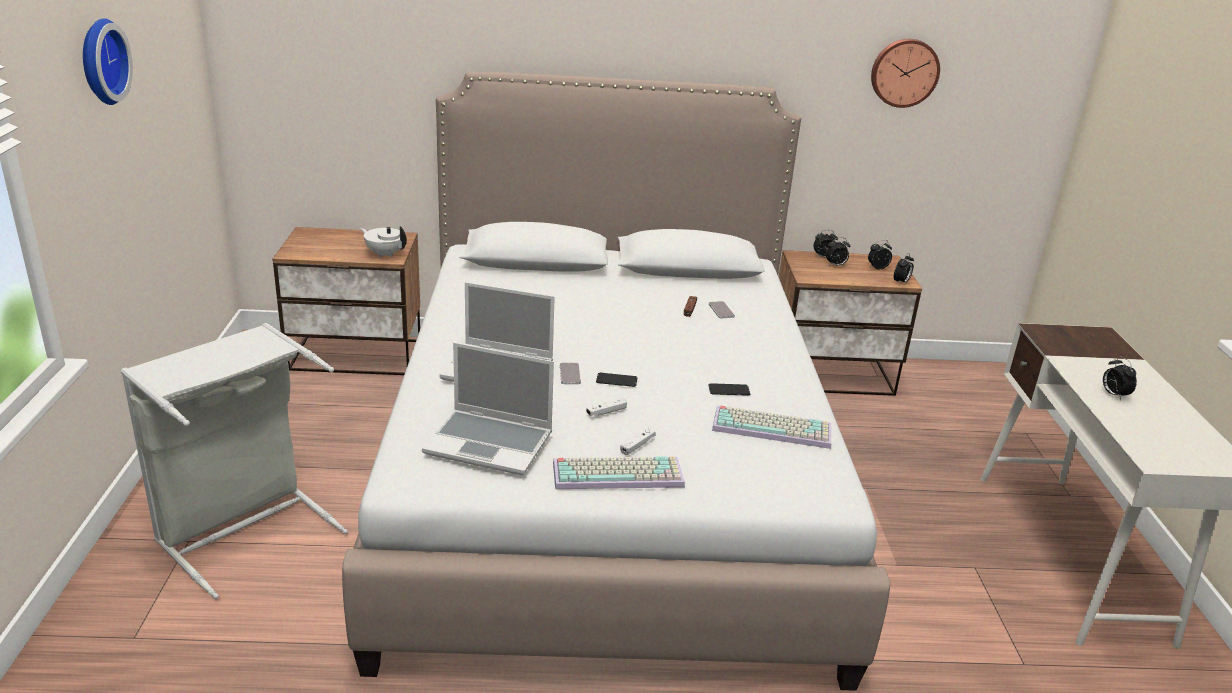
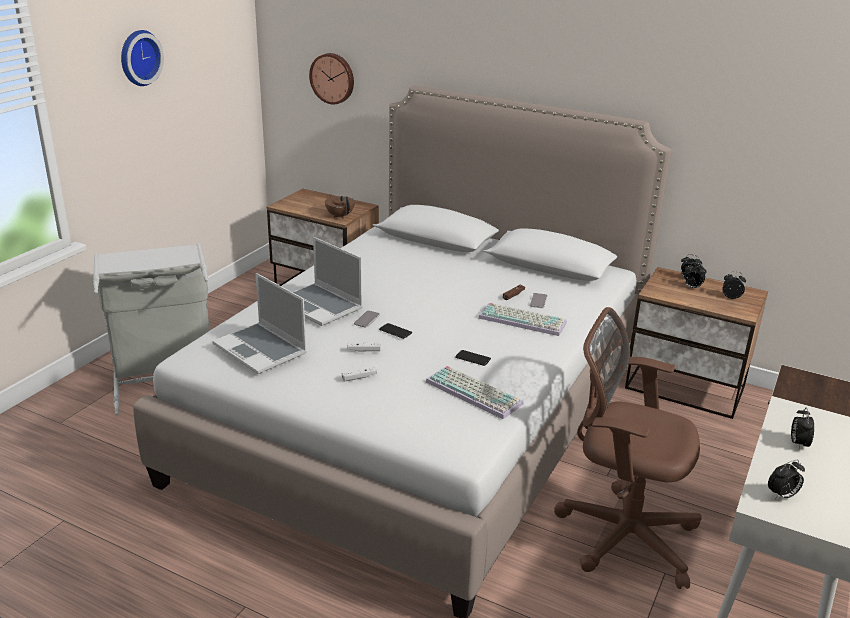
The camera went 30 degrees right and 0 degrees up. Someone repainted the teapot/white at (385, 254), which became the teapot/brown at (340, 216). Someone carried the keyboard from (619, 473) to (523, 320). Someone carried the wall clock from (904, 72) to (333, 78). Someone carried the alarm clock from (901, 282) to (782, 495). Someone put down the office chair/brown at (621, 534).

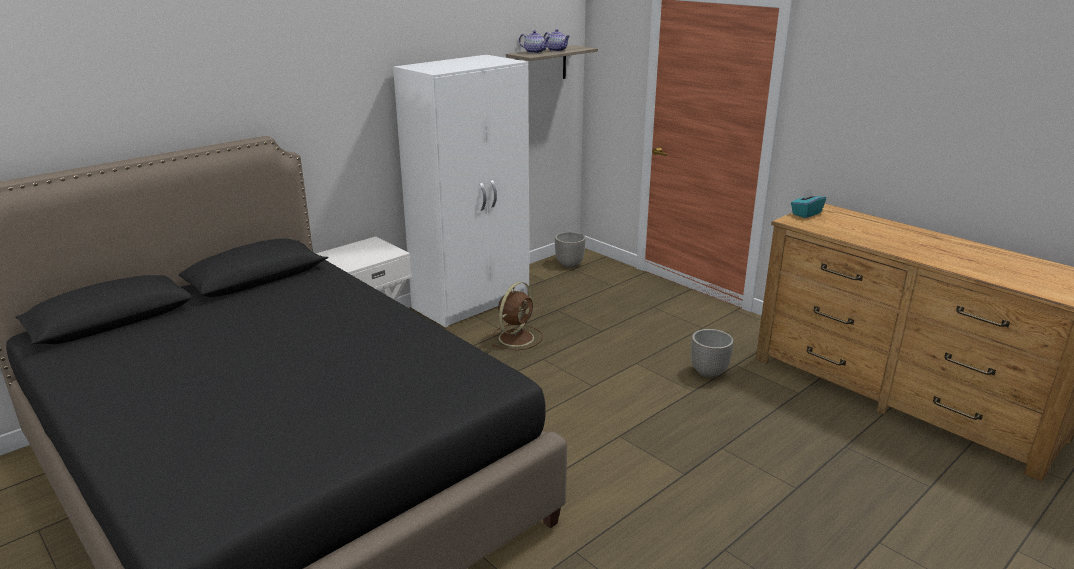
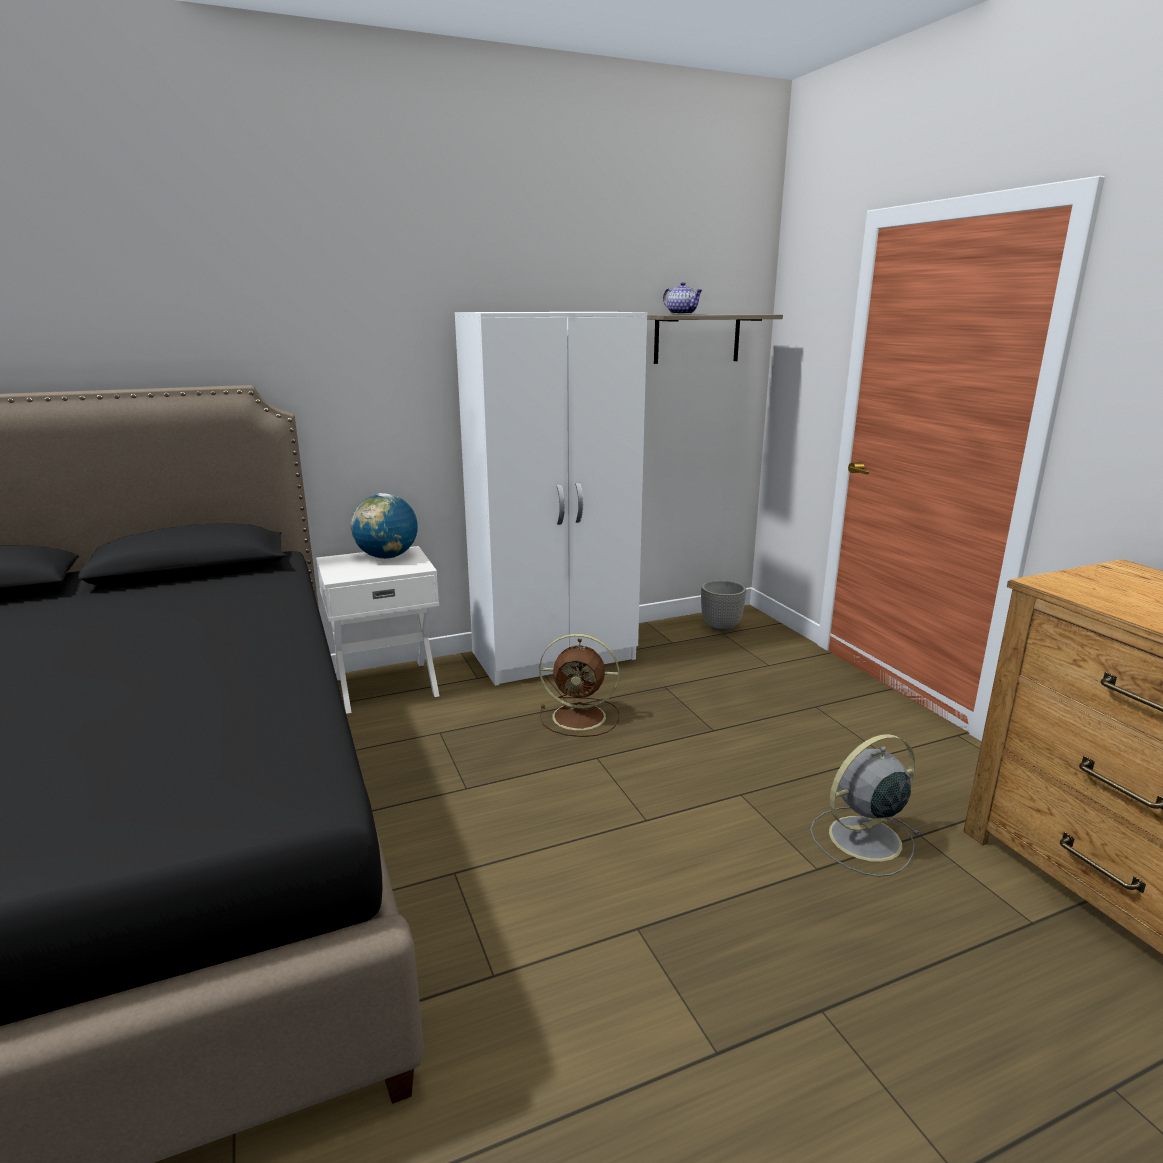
The camera went 20 degrees right and 5 degrees down. Someone rotated the fan/brown at (517, 337) by 45 degrees clockwise. Someone took away the teapot at (557, 50). Someone swapped the planter at (708, 372) for the fan/grey at (862, 839). Someone took away the tissue box/turquoise at (806, 213). Someone put down the globe at (387, 557).

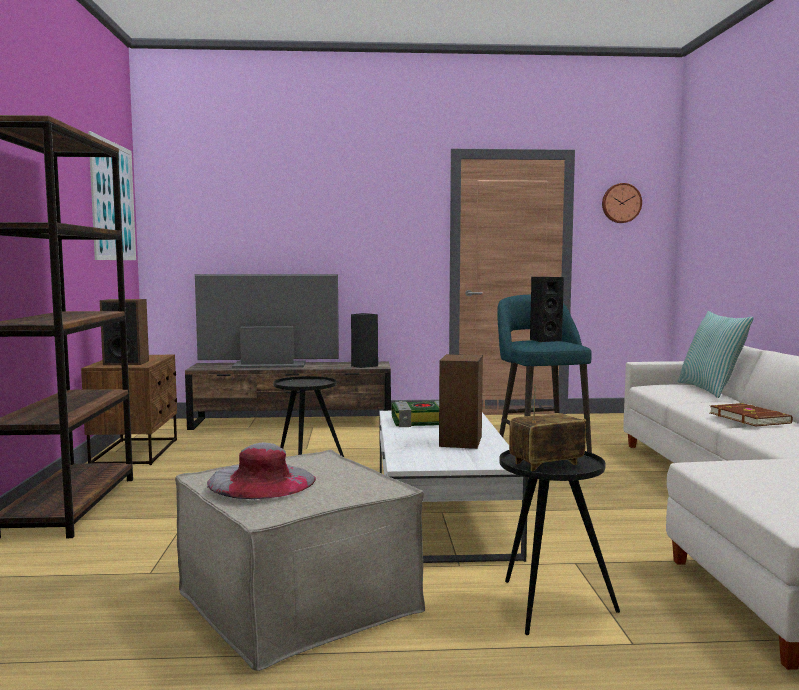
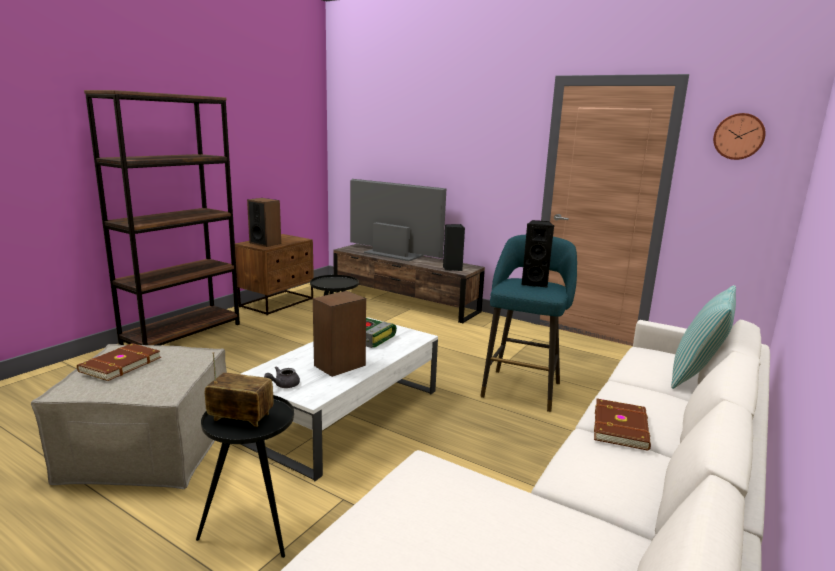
The camera went 35 degrees right and 10 degrees up. Someone took away the picture at (113, 201). Someone swapped the hat/grey at (262, 481) for the book/brown at (119, 364). Someone put down the teapot/grey at (283, 385).

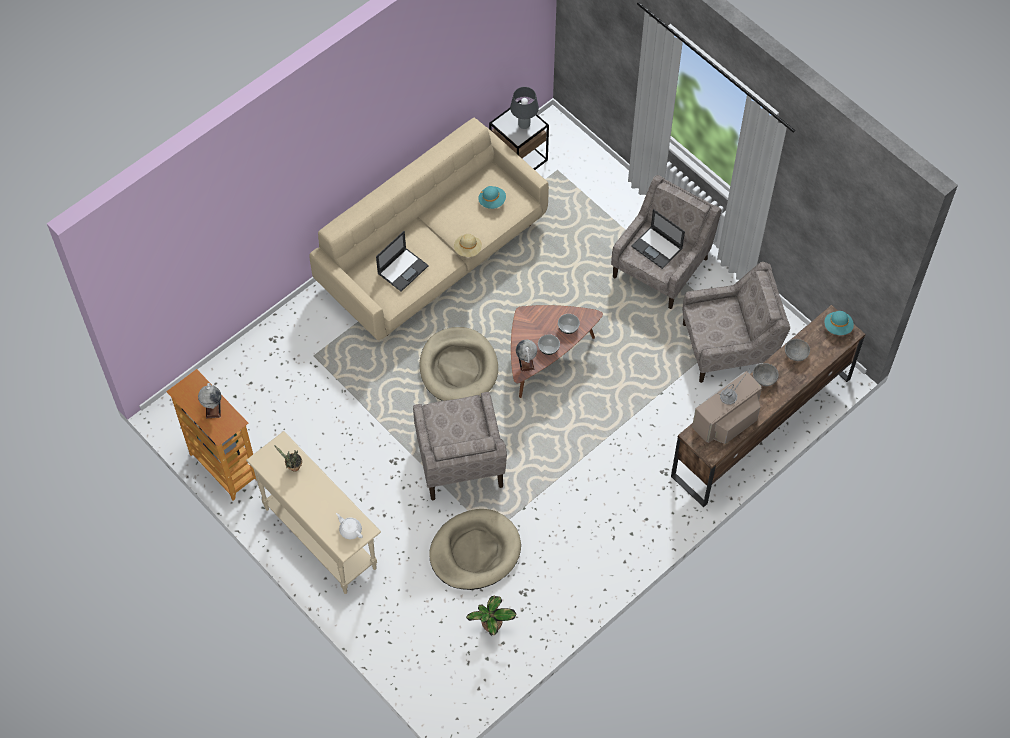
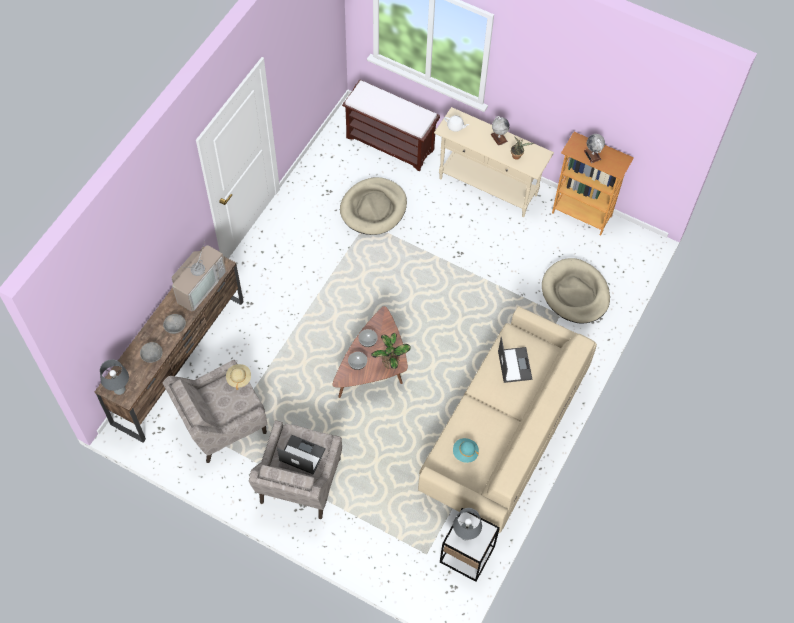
The camera went 160 degrees right and 0 degrees up. Someone rotated the laptop at (403, 269) by 150 degrees clockwise. Someone took away the armchair/beige at (459, 462). Someone carried the dog bed/beige from (458, 368) to (575, 293). Someone carried the hat/beige from (468, 249) to (239, 378). Someone carried the potted plant from (491, 626) to (390, 362). Someone carried the globe from (526, 362) to (498, 138). Someone swapped the hat/turquoise at (838, 327) for the table lamp/grey at (119, 390). Someone put down the bench/brown at (391, 143).

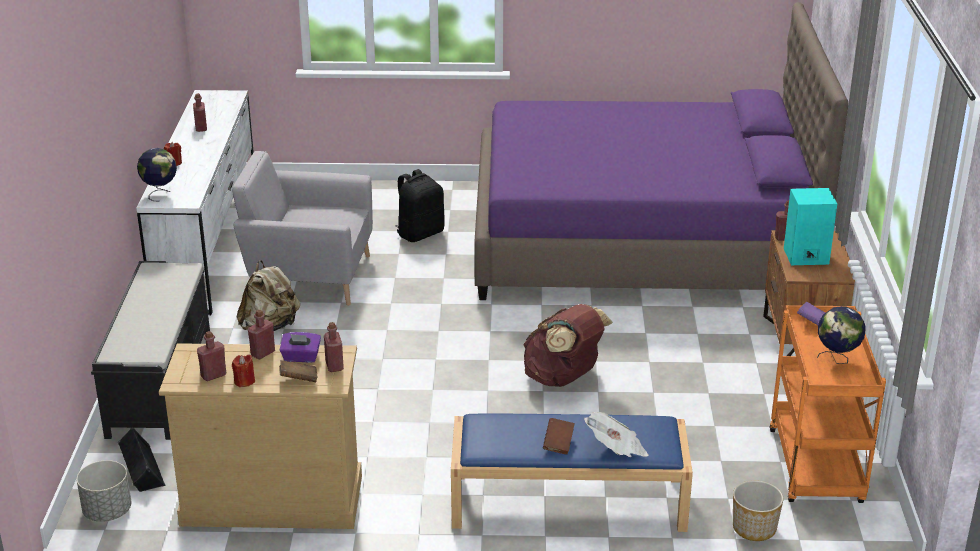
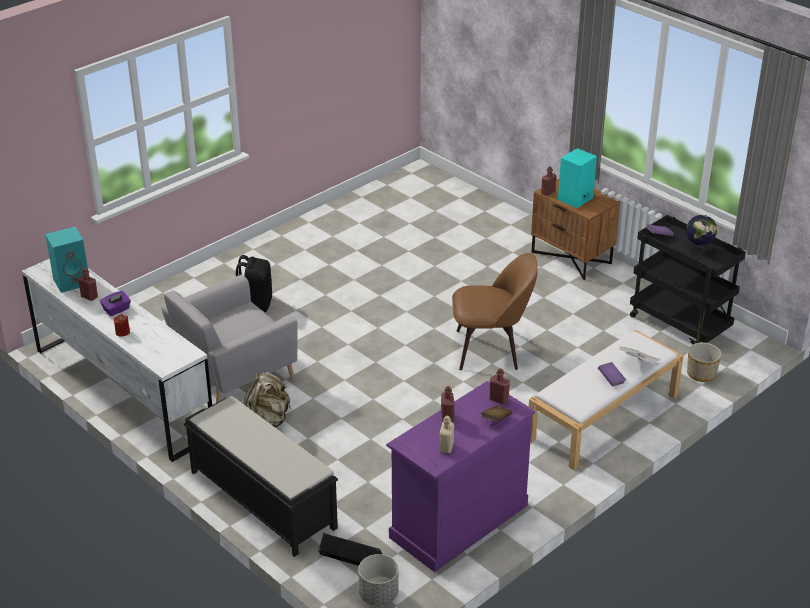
The camera went 45 degrees left and 5 degrees up. Someone took away the globe at (160, 193). Someone repainted the dresser/beige at (272, 500), which became the dresser/purple at (458, 521). Someone repainted the bottle/red at (213, 375), which became the bottle/beige at (446, 447). Someone took away the candle/red at (244, 381). Someone carried the tissue box/purple from (301, 357) to (117, 310). Someone repainted the bench/blue at (566, 502), which became the bench/white at (603, 418). Someone took away the bed/purple at (641, 241). Someone swapped the backpack/brown at (563, 378) for the chair/brown at (490, 349). Someone repainted the book/brown at (558, 444), which became the book/purple at (611, 379). Someone repainted the cart/orange at (817, 468), which became the cart/black at (680, 324). Someone put down the speaker/turquoise at (72, 281).

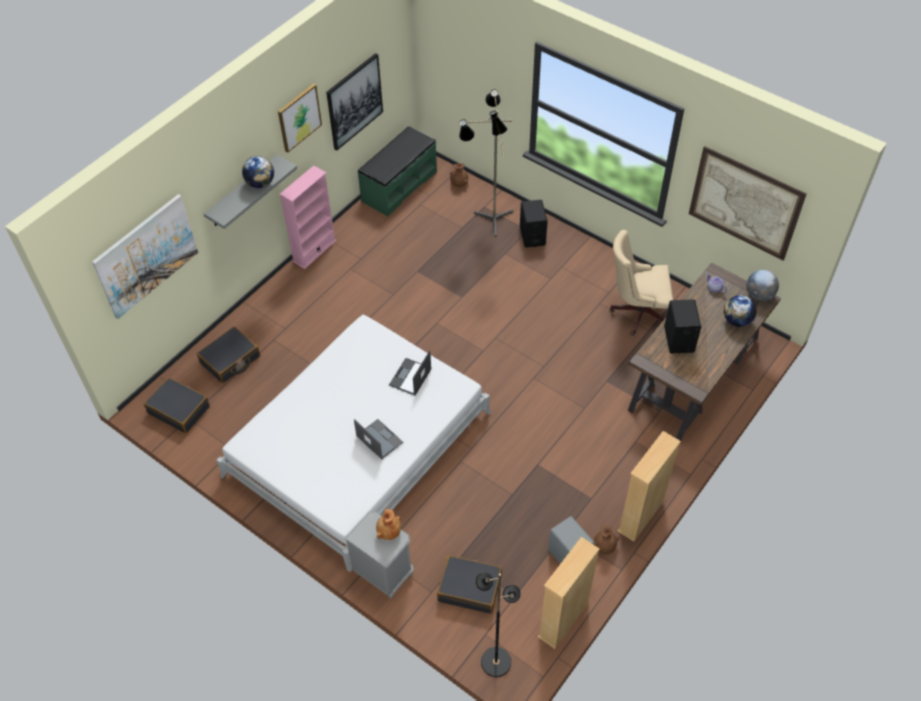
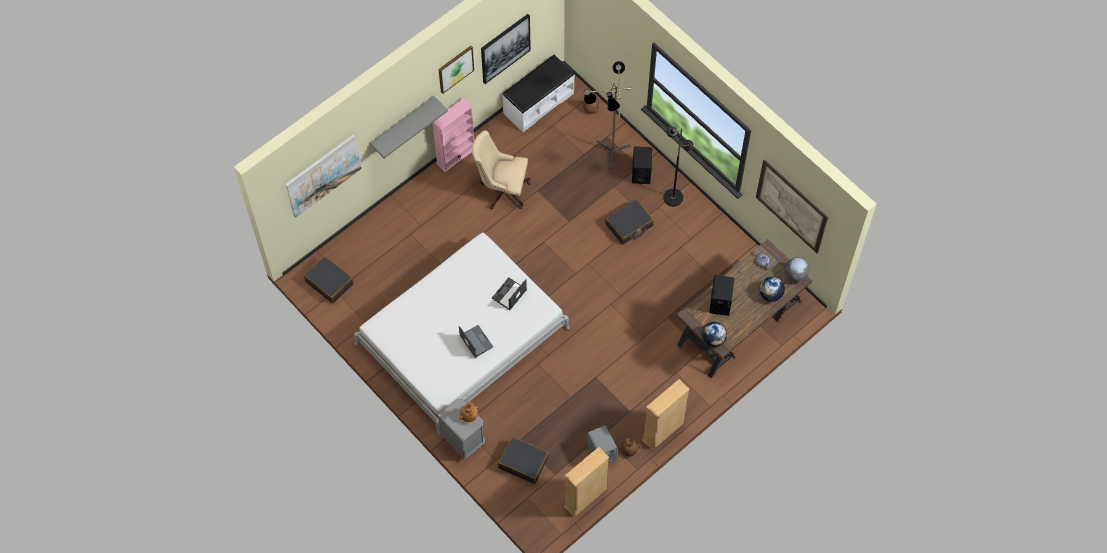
The camera went 10 degrees right and 10 degrees up. Someone carried the suitcase/black from (230, 360) to (629, 225). Someone carried the globe from (260, 183) to (713, 340). Someone repainted the bench/green at (399, 186), which became the bench/white at (538, 103). Someone carried the floor lamp/black from (495, 661) to (673, 197). Someone carried the office chair/beige from (637, 312) to (502, 189).

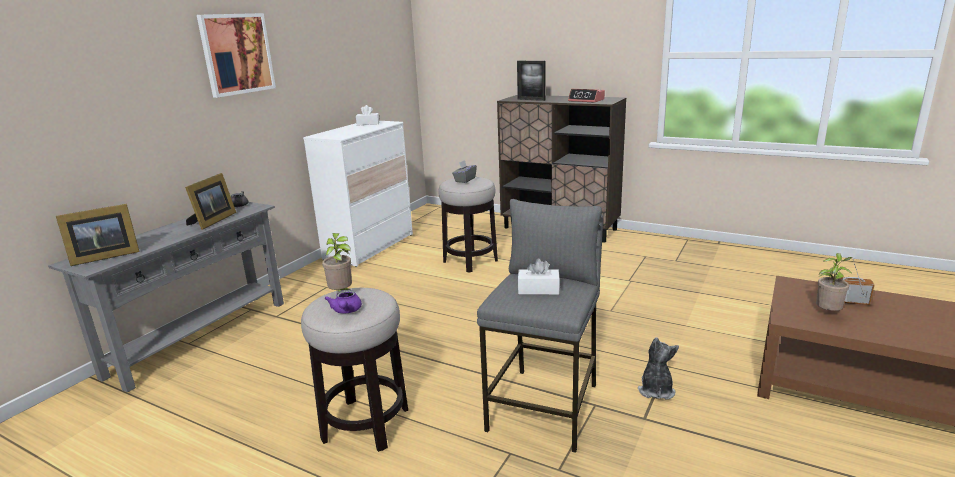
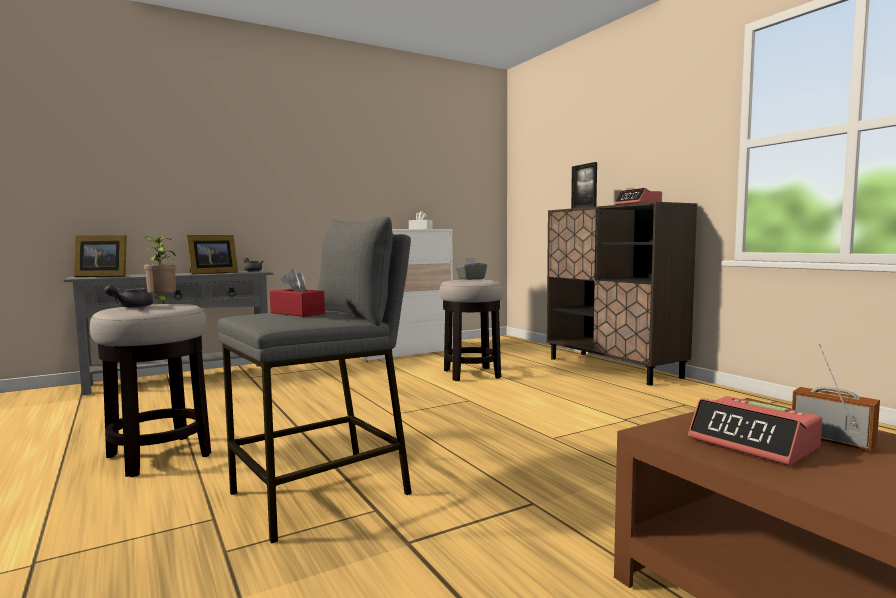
The camera went 30 degrees right and 15 degrees down. Someone took away the picture at (237, 54). Someone repainted the teapot/purple at (346, 311), which became the teapot/grey at (130, 307). Someone repainted the tissue box/white at (538, 289), which became the tissue box/red at (297, 313). Someone took away the plush toy at (656, 390). Someone swapped the potted plant at (827, 313) for the alarm clock at (754, 443).

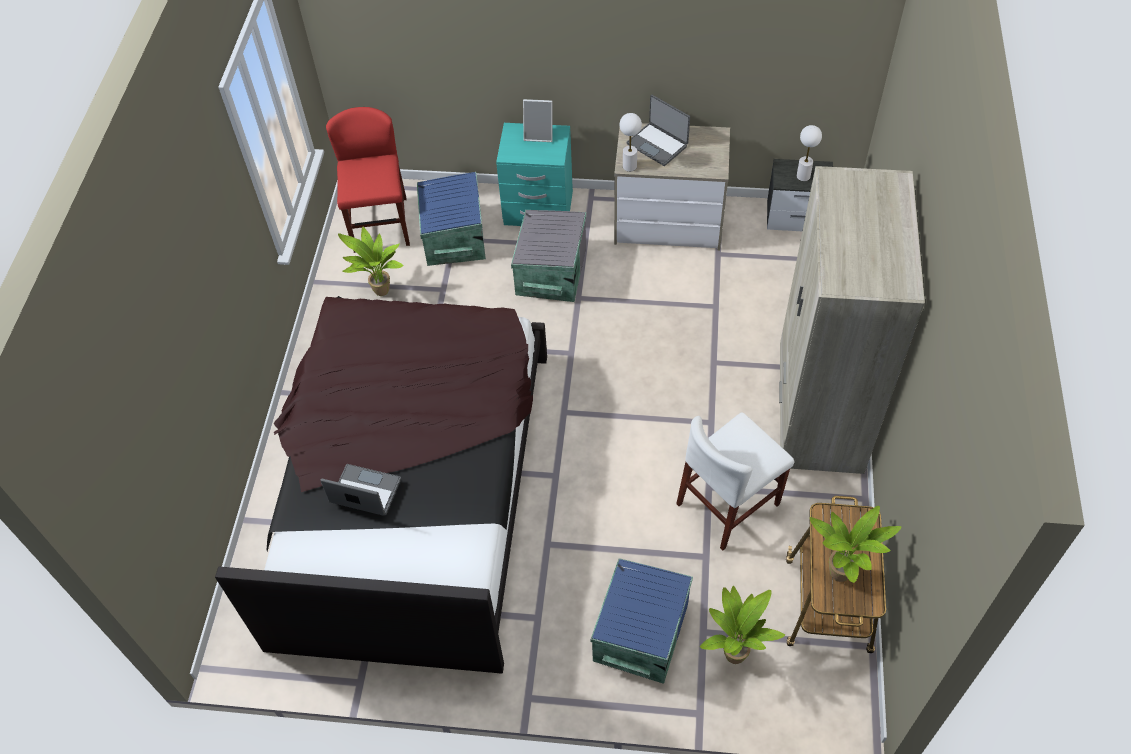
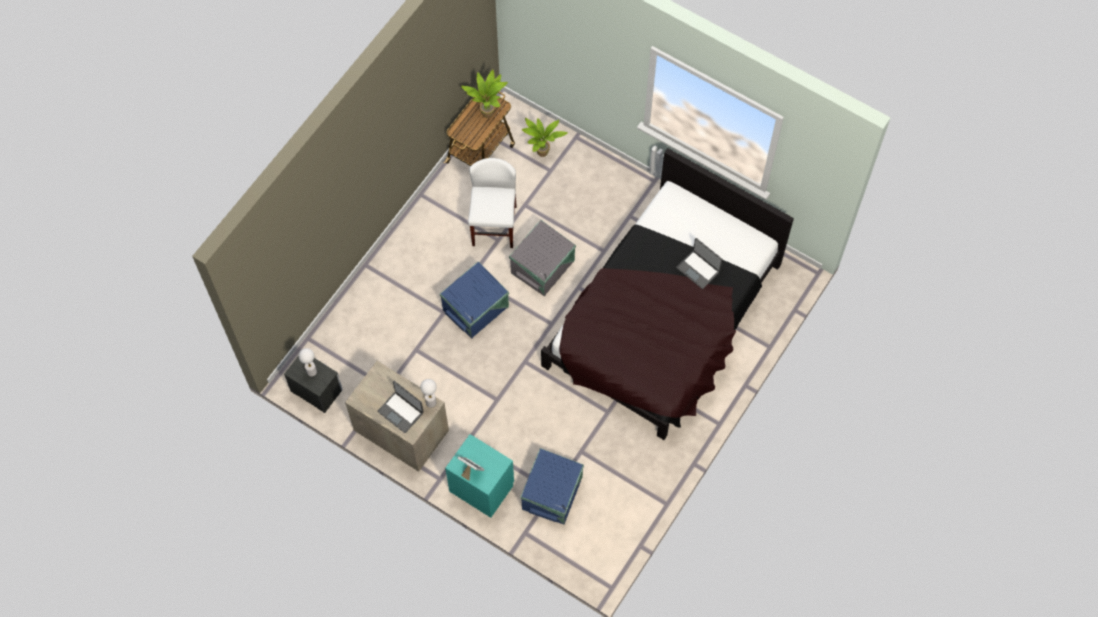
The camera went 155 degrees left and 10 degrees up. Someone took away the chair/red at (380, 225). Someone took away the potted plant at (380, 293). Someone carried the storage box/grey from (549, 272) to (543, 267). Someone carried the storage box/blue from (639, 633) to (477, 308). Someone rotated the laptop at (658, 144) by 150 degrees clockwise. Someone rotated the chair/white at (728, 504) by 75 degrees counterclockwise. Someone took away the wardrobe/beige at (818, 409).

